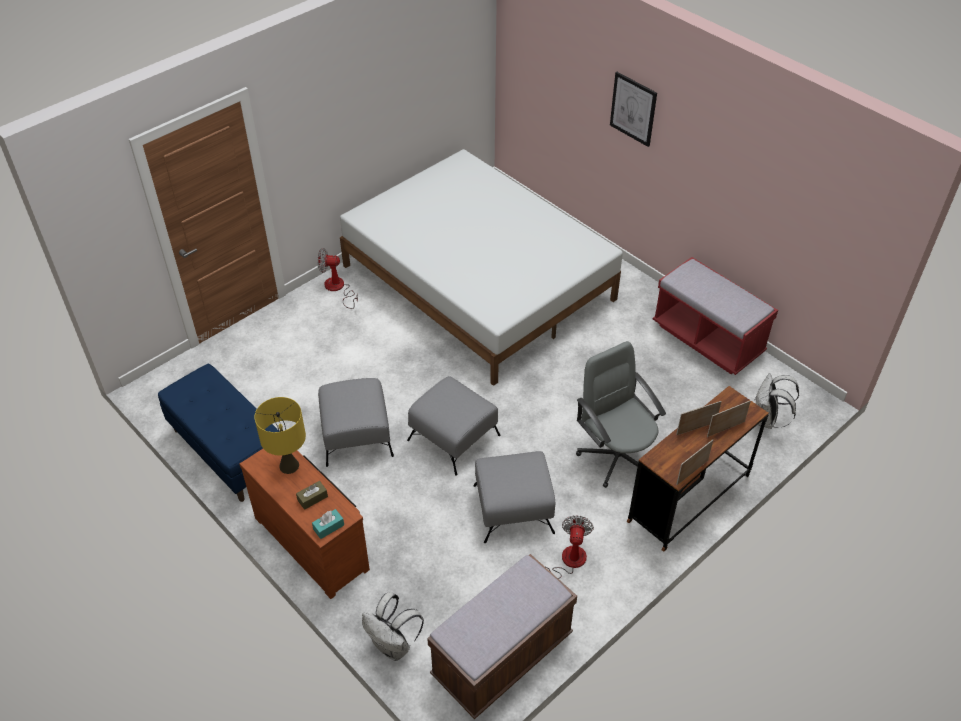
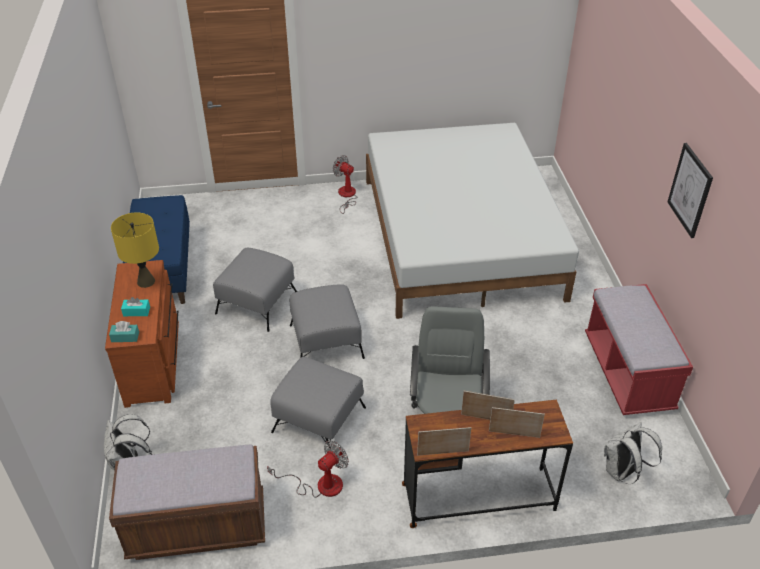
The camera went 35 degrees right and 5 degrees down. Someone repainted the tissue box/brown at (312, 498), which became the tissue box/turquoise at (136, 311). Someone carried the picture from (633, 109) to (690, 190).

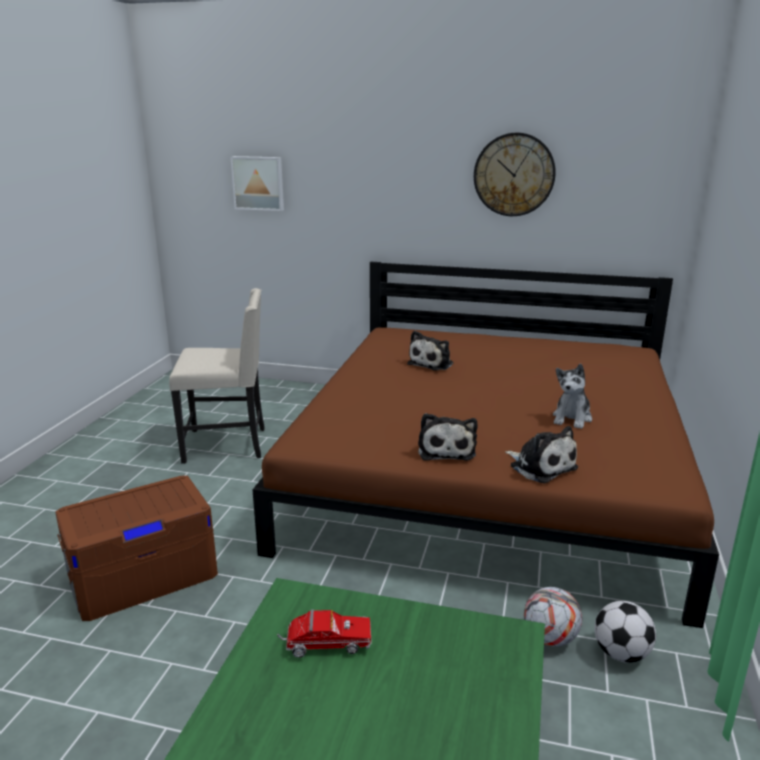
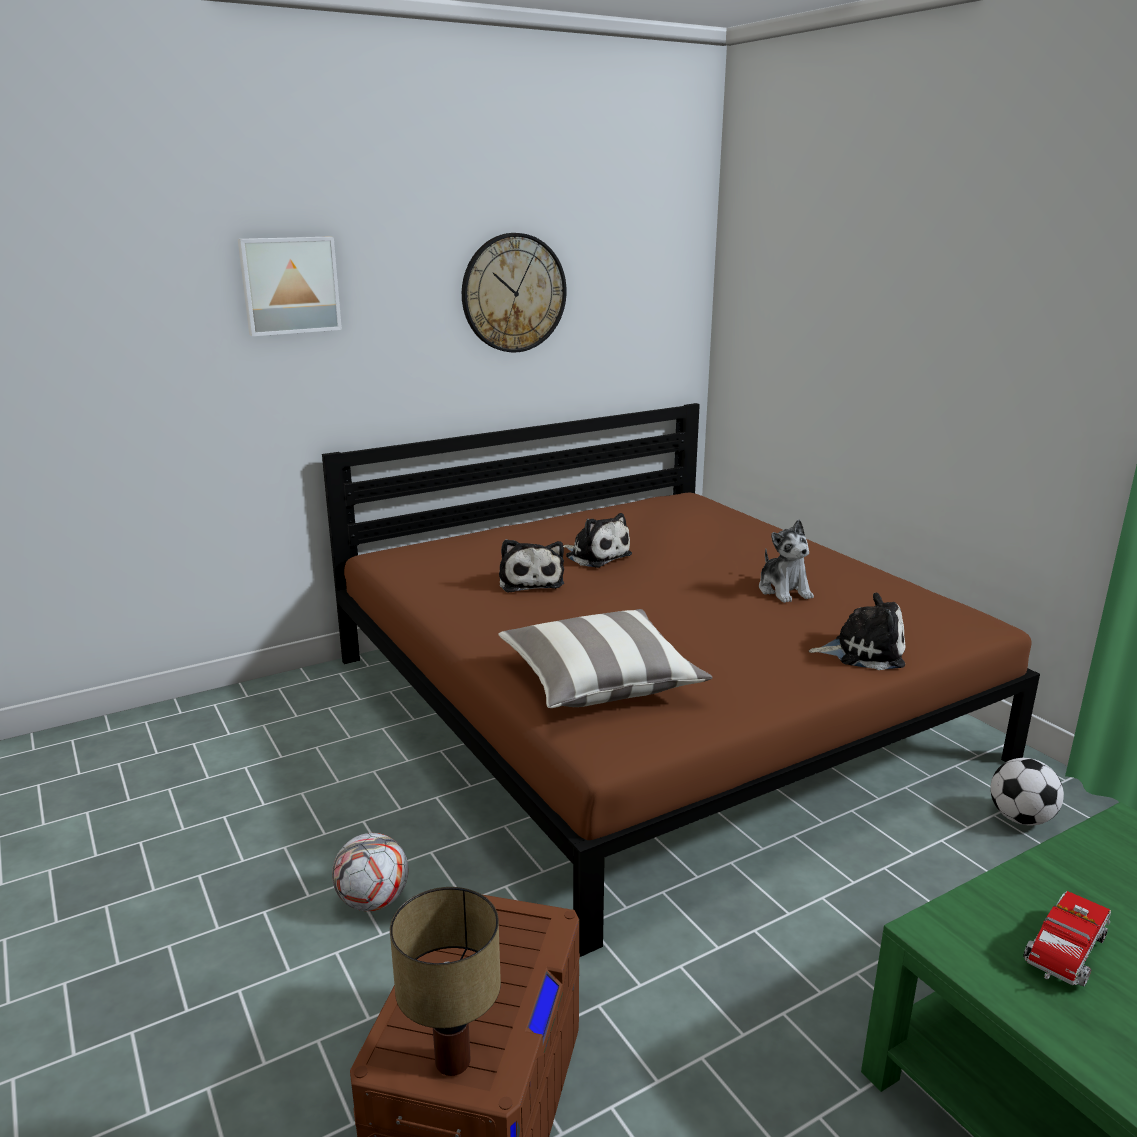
The camera went 45 degrees left and 0 degrees up. Someone took away the chair/beige at (227, 444). Someone carried the picture from (258, 183) to (289, 285). Someone carried the plush toy from (446, 450) to (596, 555). Someone carried the football from (550, 638) to (373, 901). Someone put down the table lamp at (454, 1062). Someone put down the pillow at (600, 682).

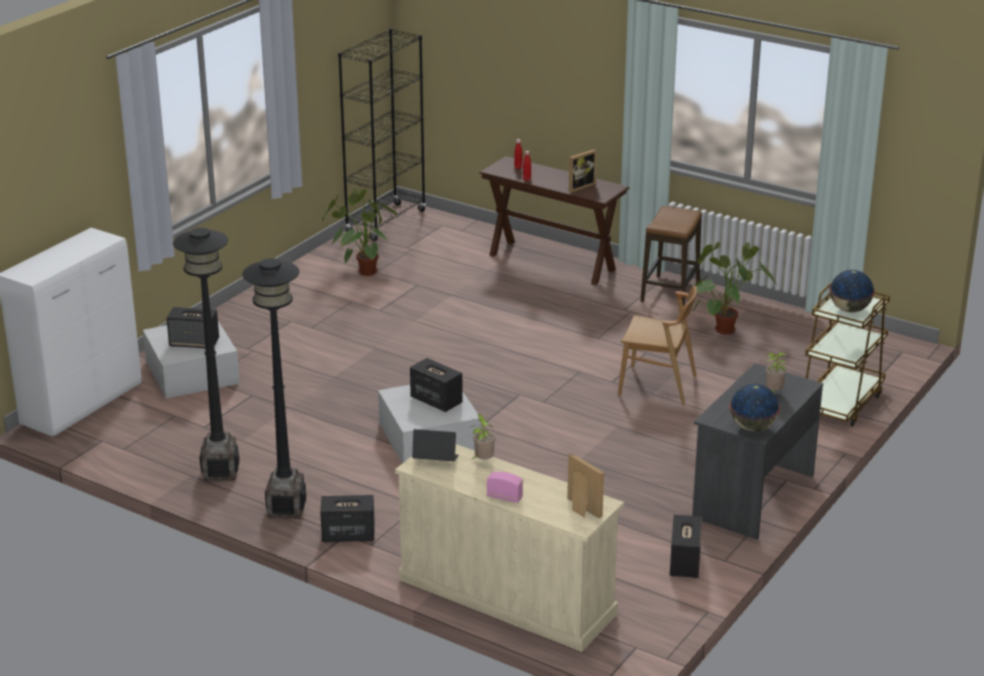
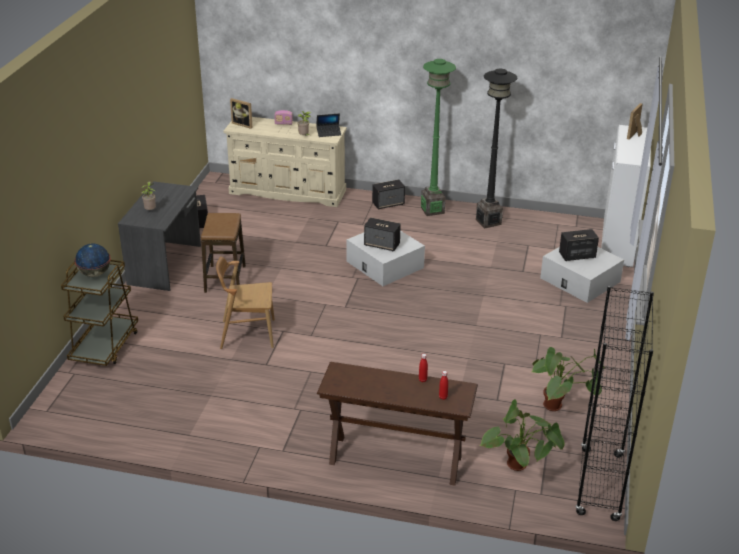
The camera went 160 degrees right and 5 degrees up. Someone repainted the floor lamp/black at (286, 509), which became the floor lamp/green at (432, 210). Someone carried the picture frame from (579, 186) to (635, 135). Someone carried the stool from (670, 292) to (225, 279). Someone carried the potted plant from (724, 325) to (520, 472). Someone took away the globe at (753, 428).

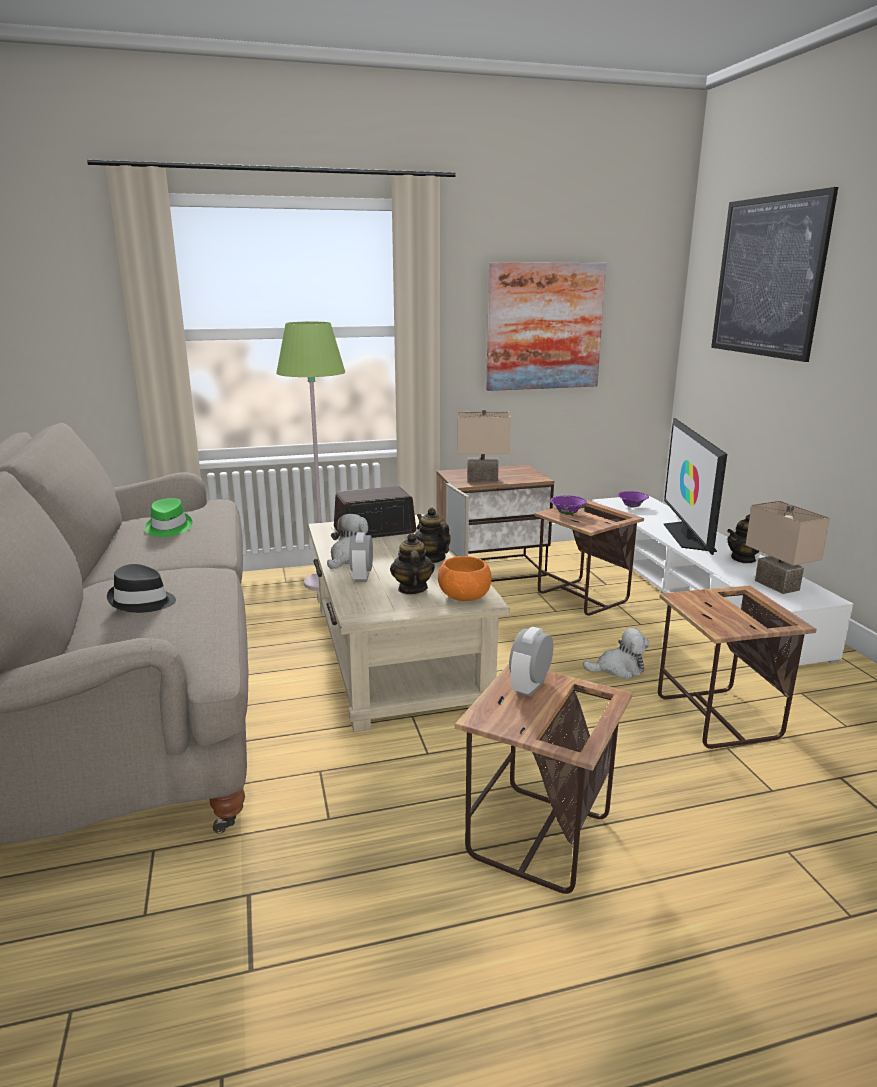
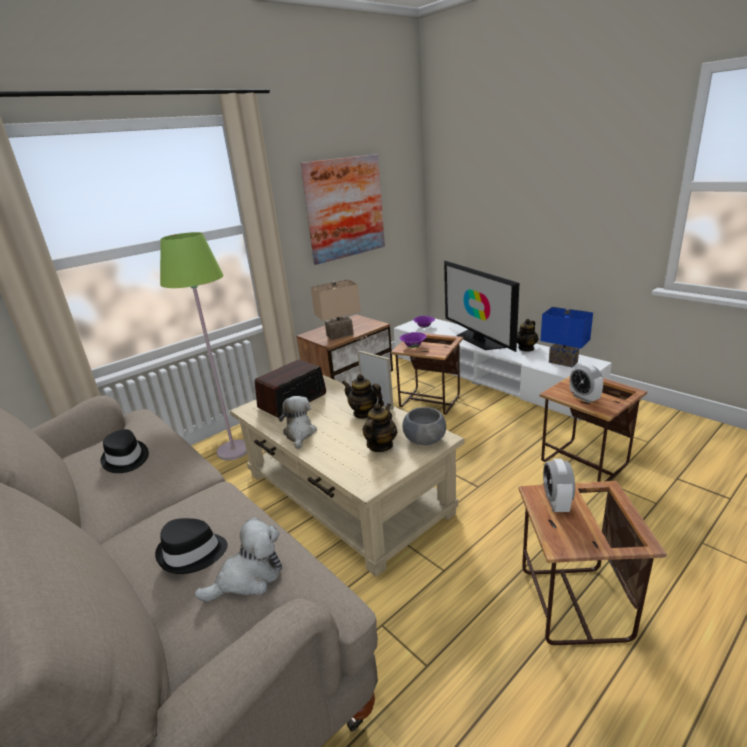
The camera went 25 degrees left and 5 degrees up. Someone repainted the hat/green at (168, 528), which became the hat/black at (125, 459). Someone carried the alarm clock from (362, 577) to (584, 397). Someone rotated the teapot at (412, 589) by 60 degrees clockwise. Someone repainted the bowl/orange at (464, 597), which became the bowl/grey at (424, 440). Someone carried the plush toy from (618, 669) to (248, 577). Someone took away the picture at (768, 277). Someone repainted the table lamp/beige at (779, 585), which became the table lamp/blue at (564, 362).

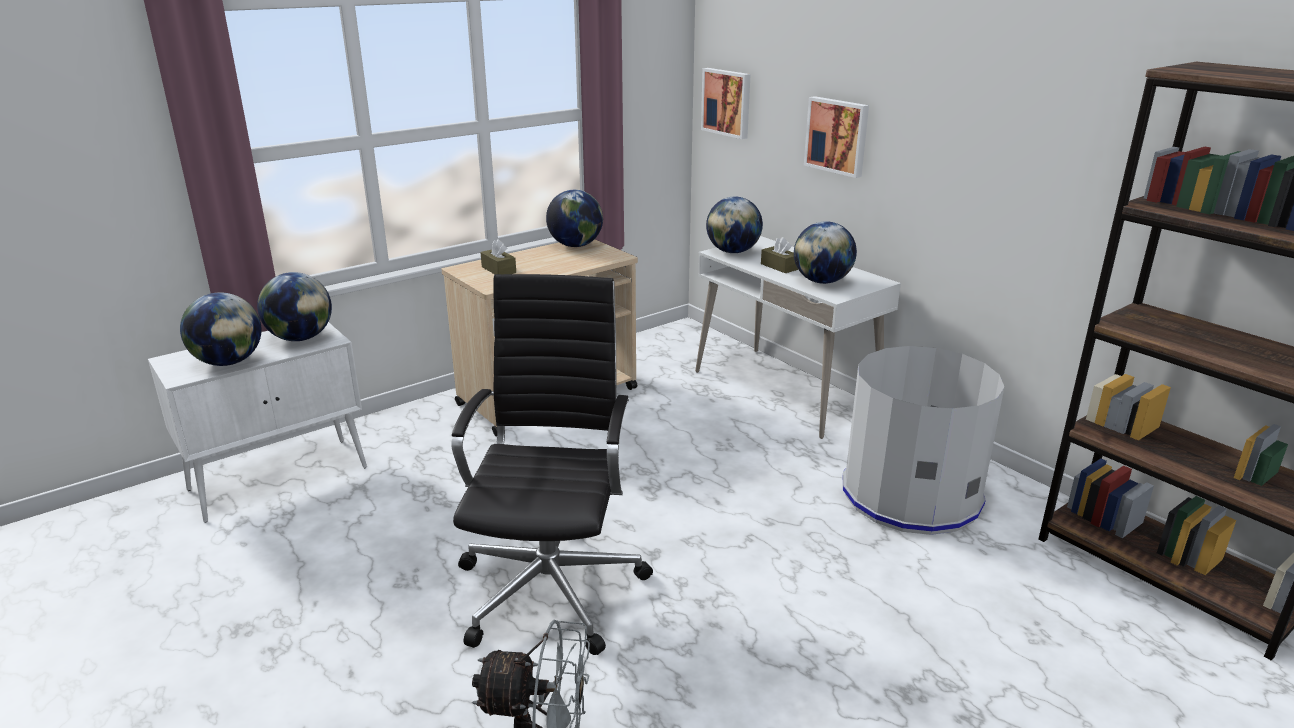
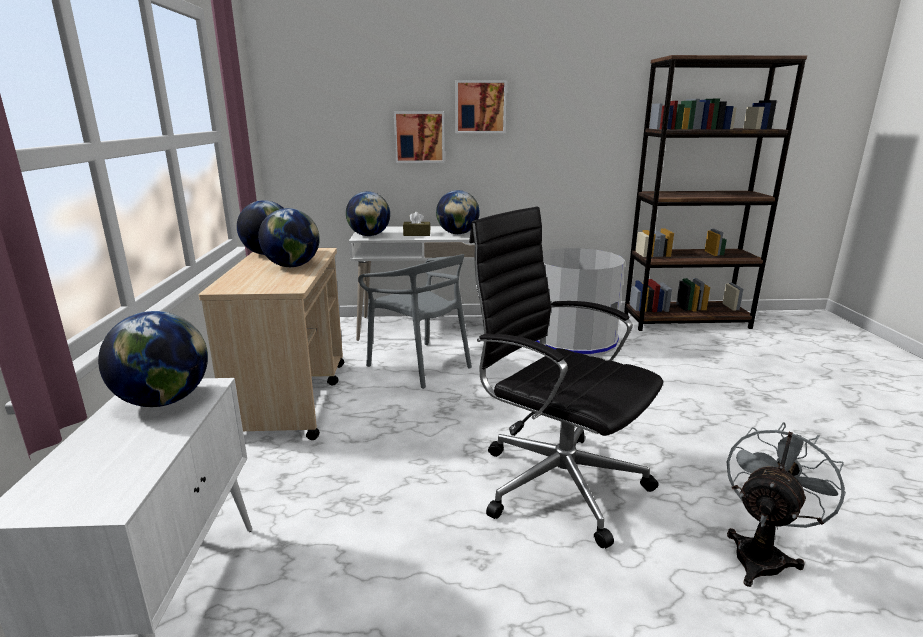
The camera went 55 degrees left and 5 degrees down. Someone carried the globe from (229, 362) to (292, 266). Someone took away the tissue box/brown at (498, 270). Someone carried the picture from (727, 102) to (480, 107). Someone put down the chair/grey at (420, 365).

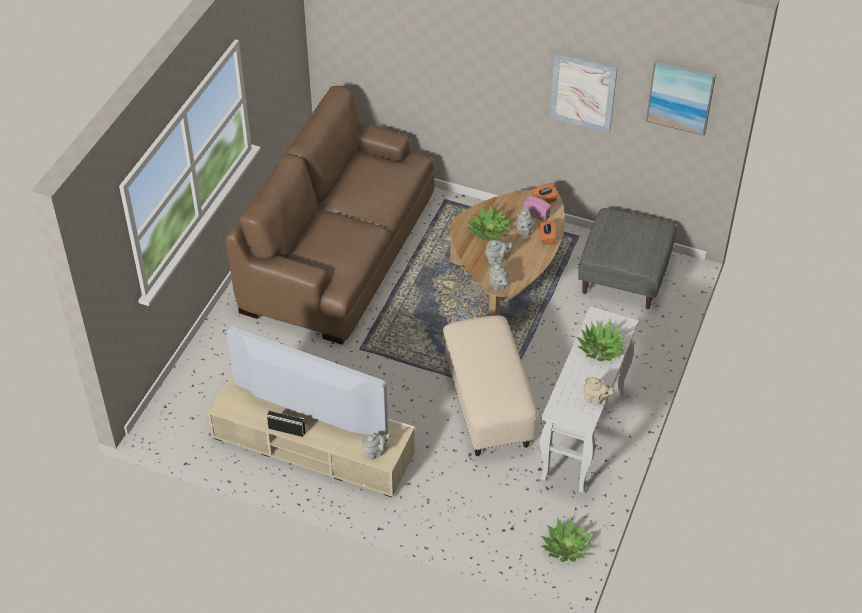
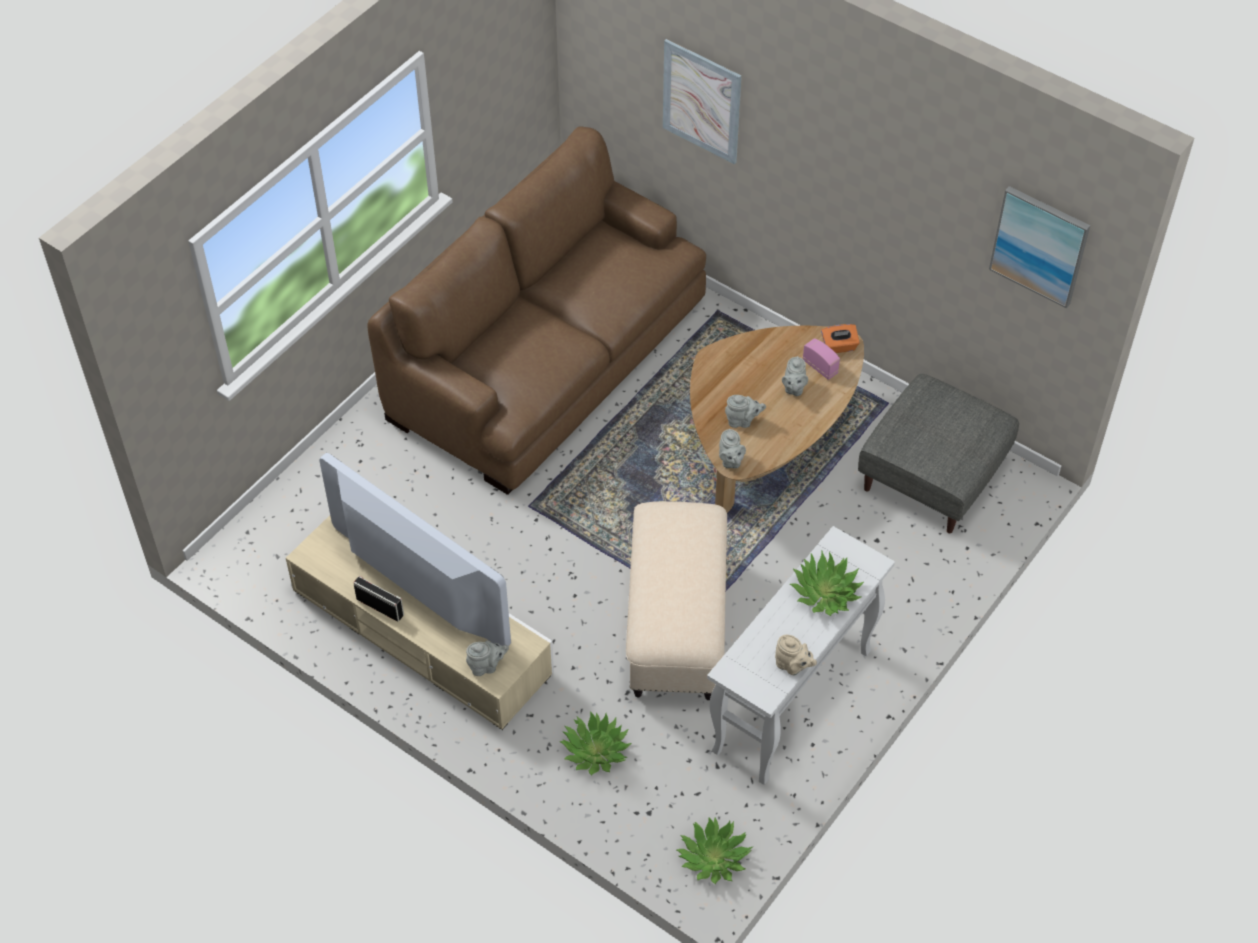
The camera went 15 degrees right and 5 degrees up. Someone carried the potted plant from (488, 231) to (595, 750). Someone took away the tissue box/orange at (546, 238). Someone carried the picture from (583, 92) to (702, 101).

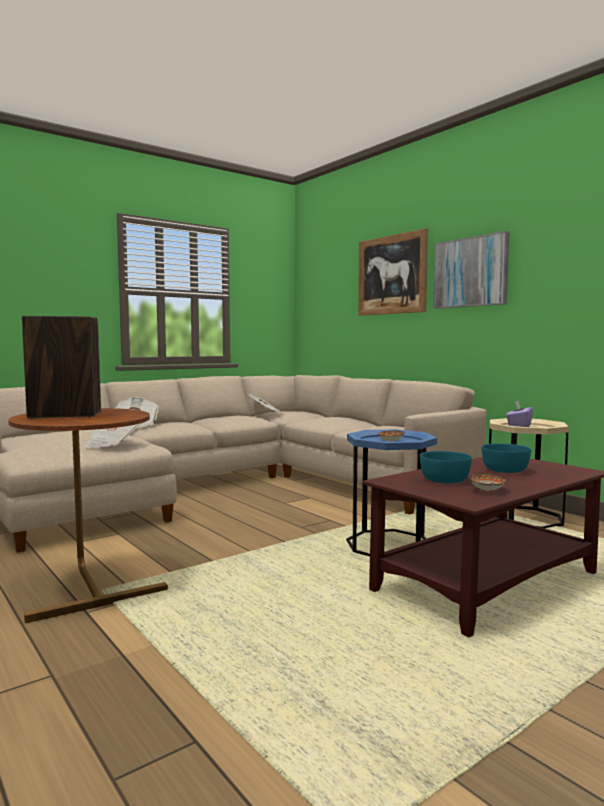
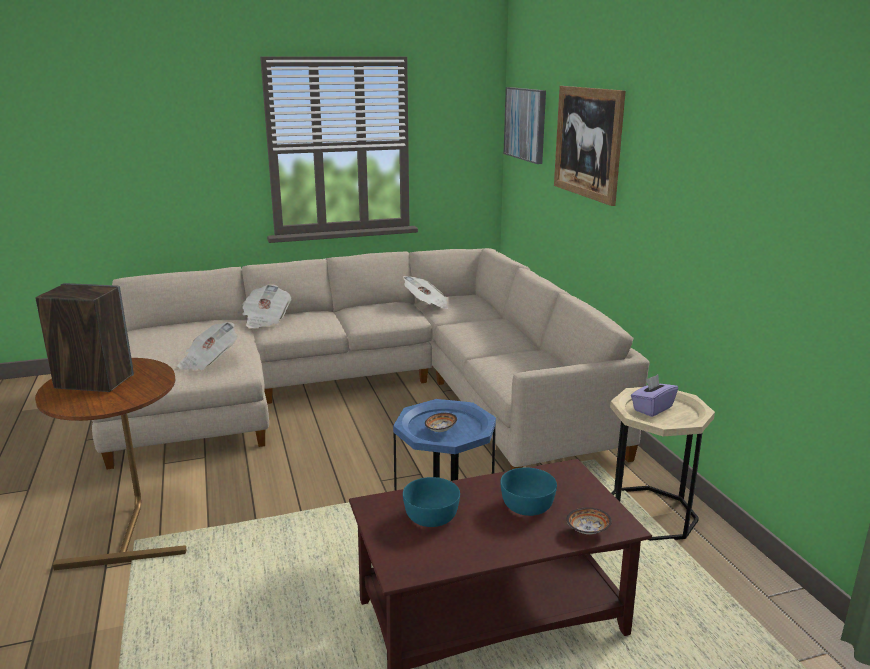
The camera went 20 degrees right and 15 degrees up. Someone carried the picture from (470, 272) to (525, 124). Someone carried the bowl from (487, 490) to (588, 530).

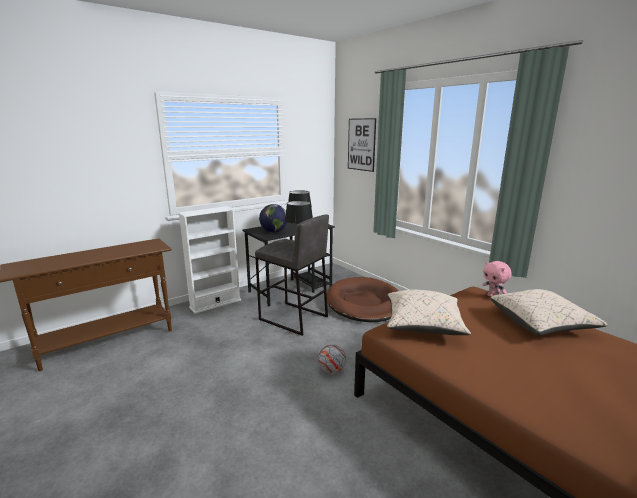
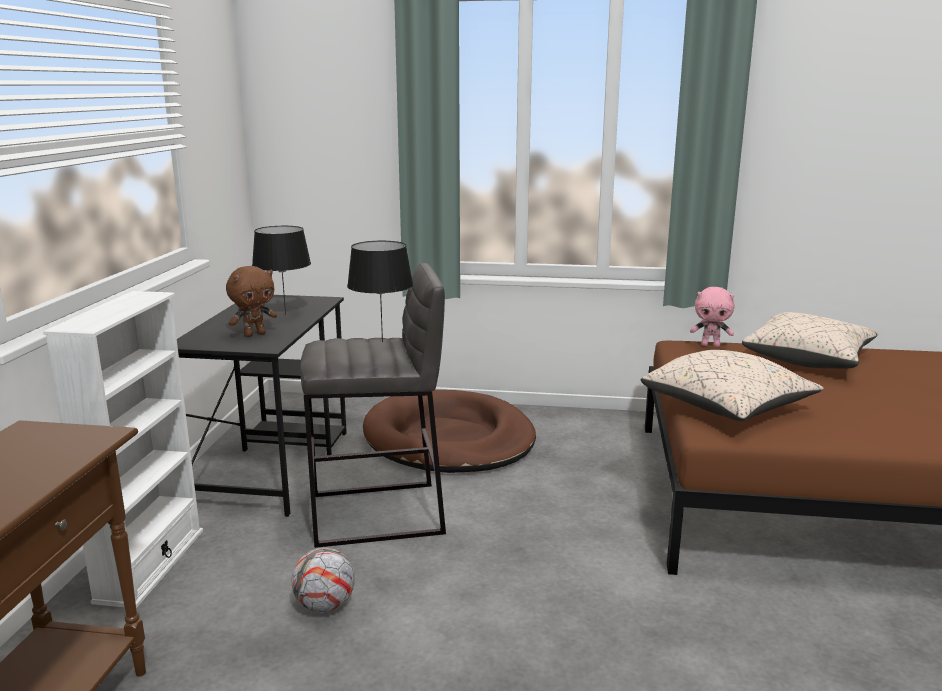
The camera went 45 degrees left and 0 degrees up. Someone swapped the globe at (274, 232) for the plush toy/brown at (254, 334). Someone carried the football from (331, 370) to (324, 605). Someone took away the picture at (361, 144).

